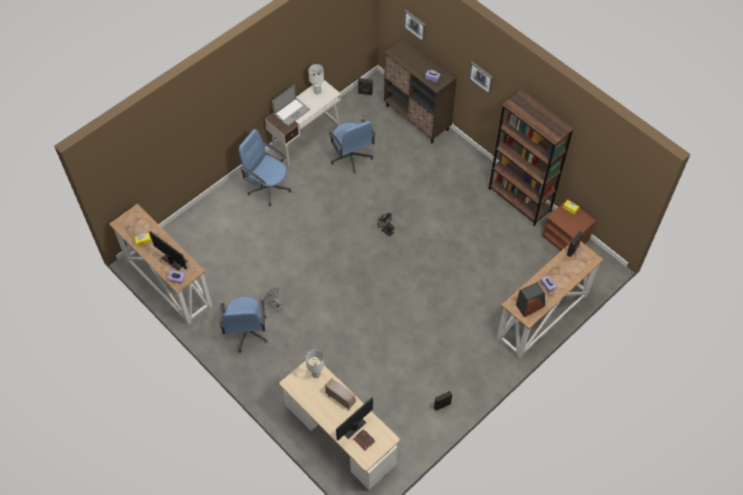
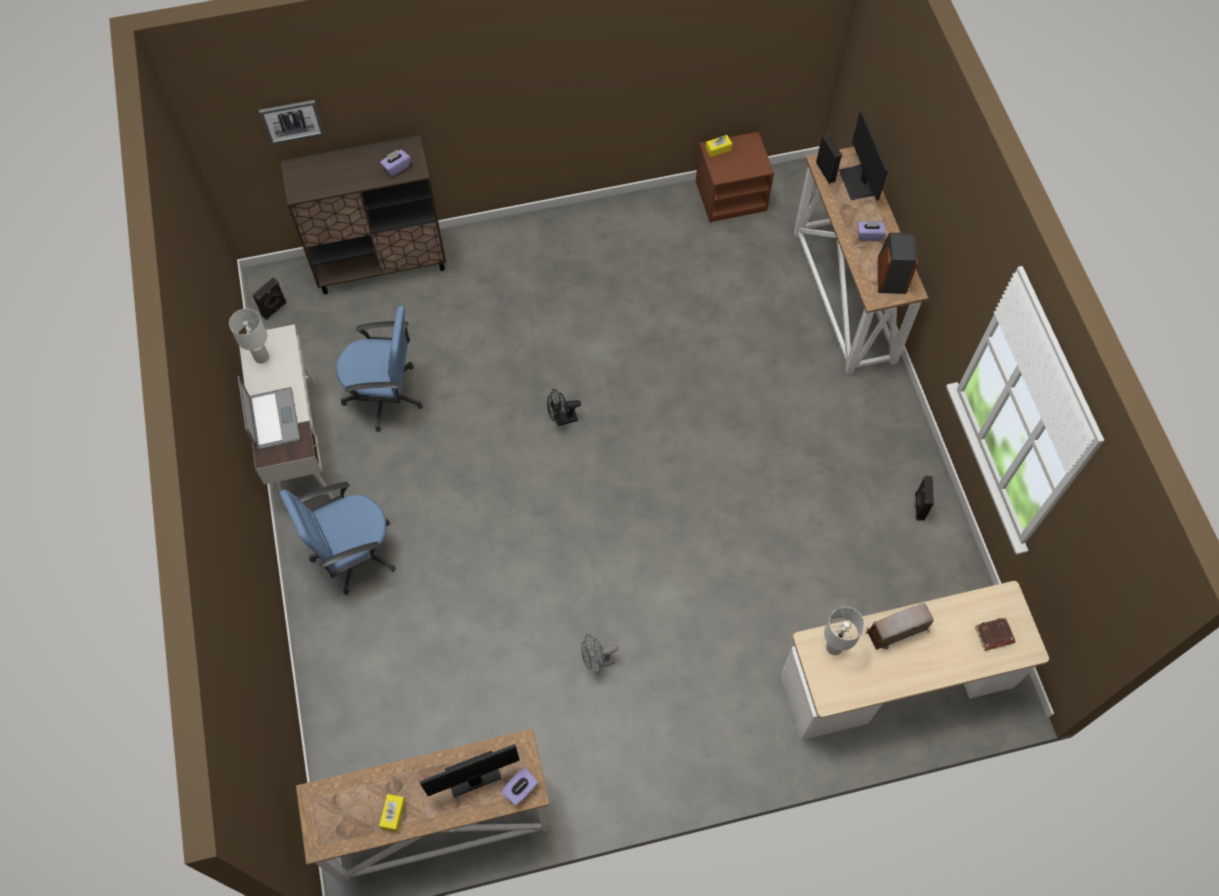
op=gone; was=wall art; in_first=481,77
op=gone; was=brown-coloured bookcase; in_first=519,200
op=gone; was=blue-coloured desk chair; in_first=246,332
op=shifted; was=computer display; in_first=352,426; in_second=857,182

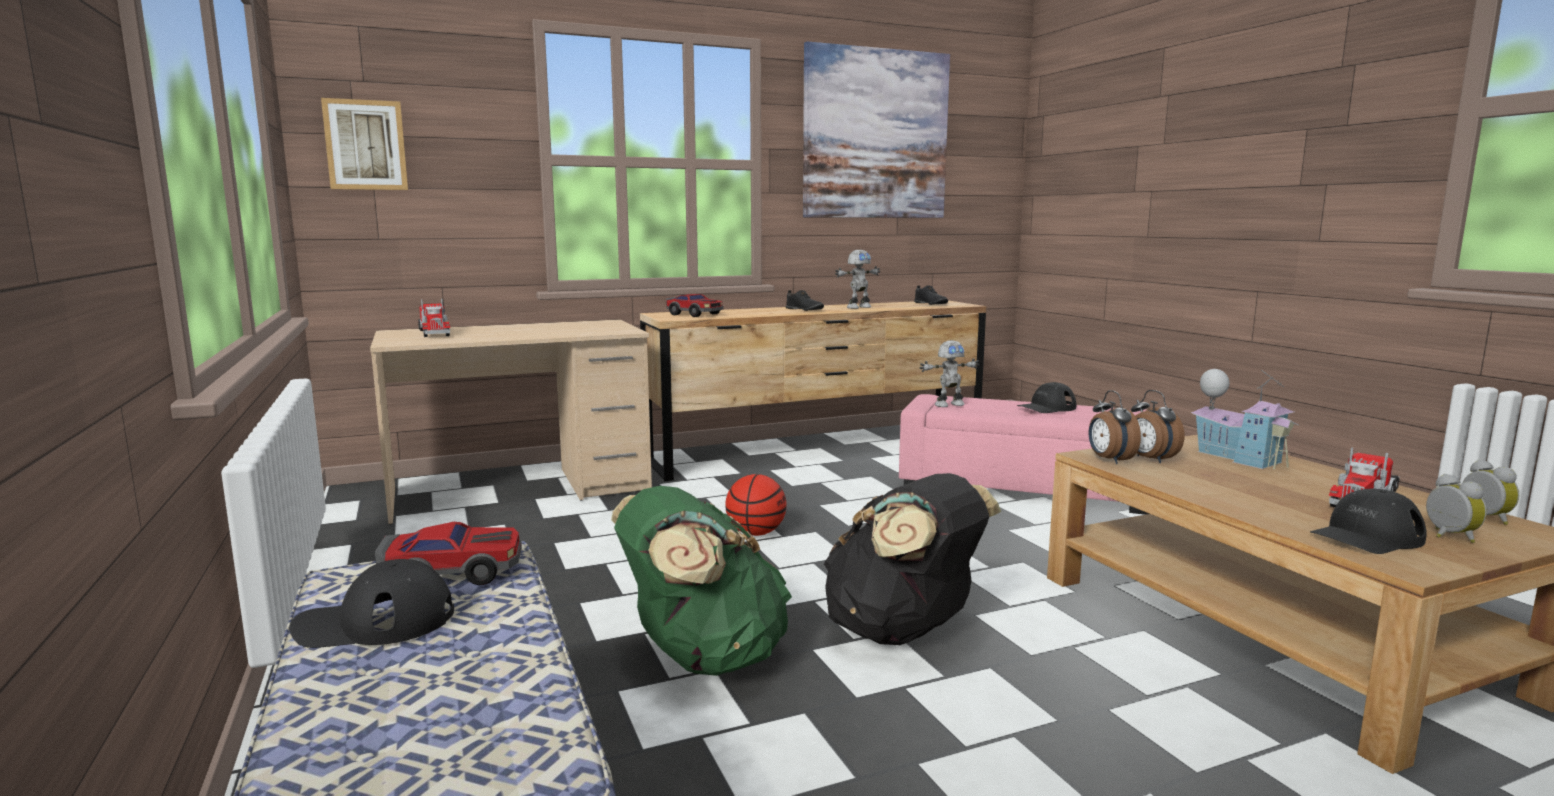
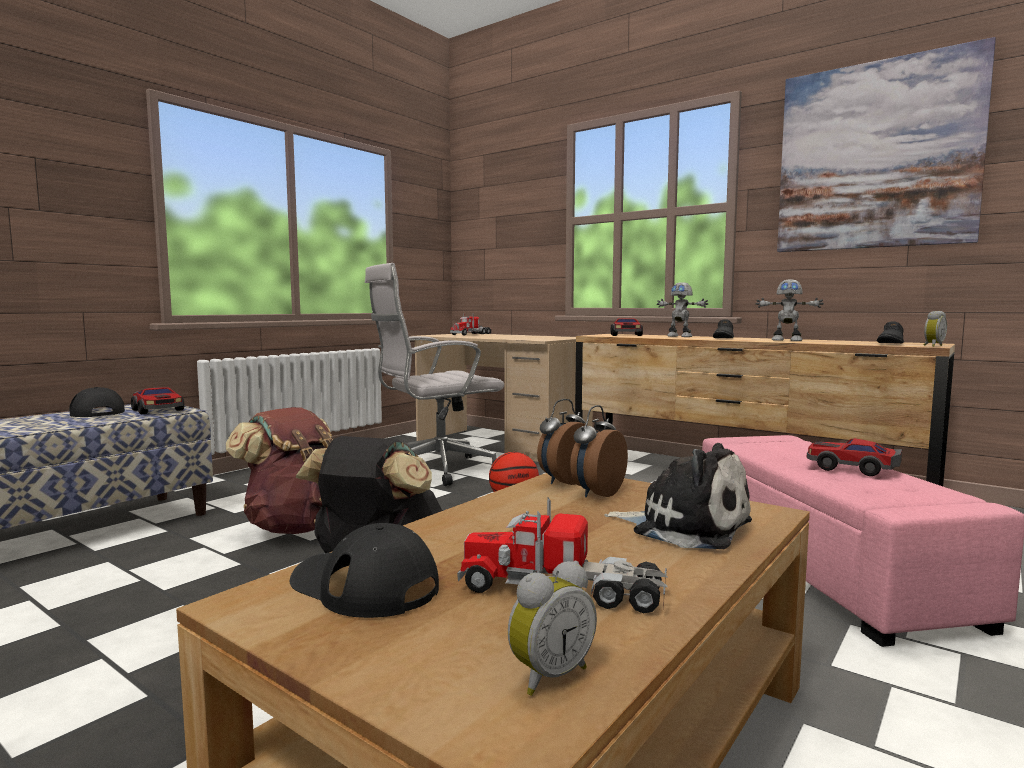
op=gone; was=wall art; in_first=366,145
op=shifted; was=toy robot; in_first=948,404; in_second=680,336
op=swapped; was=model house; now=plush toy; in_first=1240,458; in_second=685,527
op=swapped; was=black peaked cap; now=miniature car; in_first=1046,408; in_second=851,468
op=shifted; was=alarm clock; in_first=1448,536; in_second=932,346
op=repainted; was=green knapsack; now=brown-coloured knapsack; in_first=702,658; in_second=300,528
op=new; now=whitish desk chair; in_second=435,471

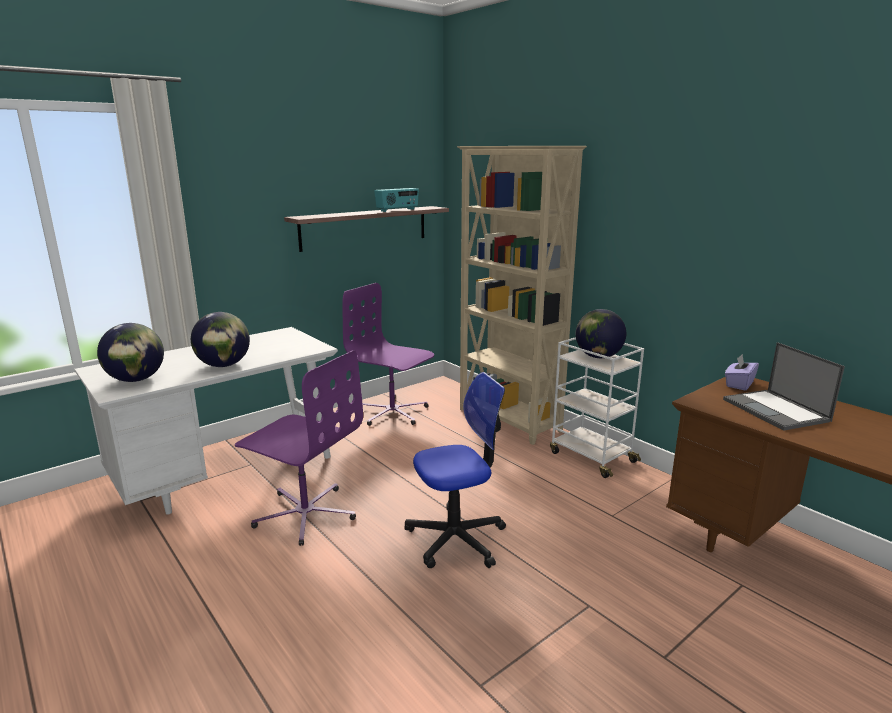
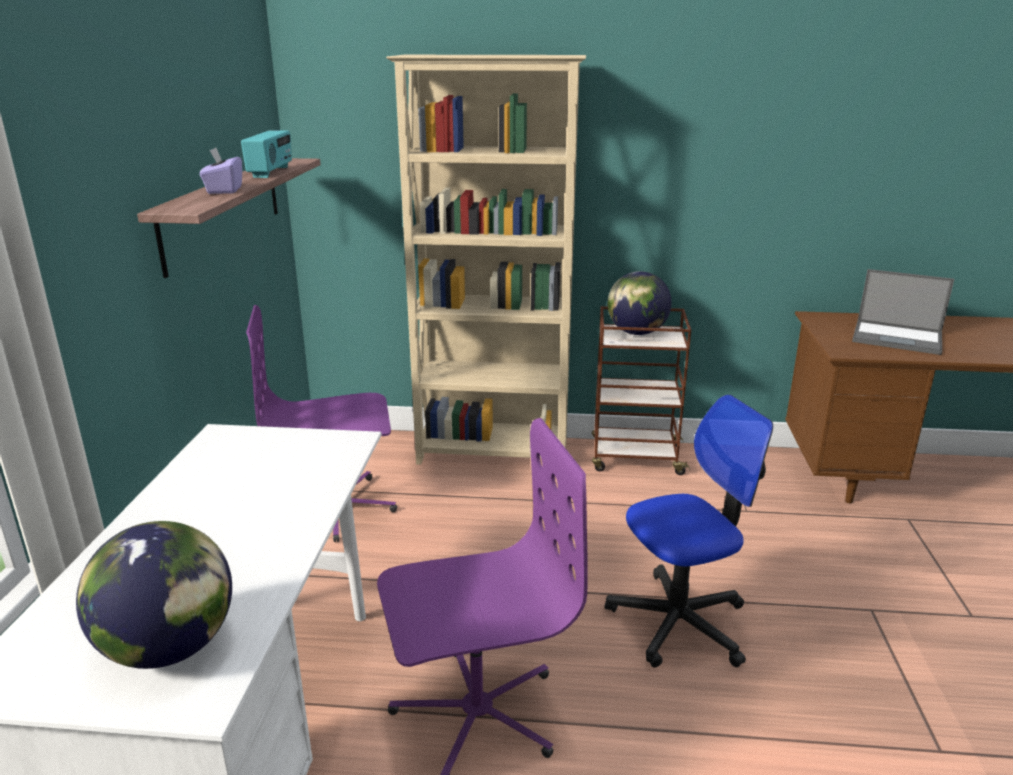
op=gone; was=globe; in_first=224,365
op=repainted; was=whitish trolley; now=brown-coloured trolley; in_first=591,456; in_second=634,458
op=shifted; was=purple-coloured box of tissues; in_first=739,384; in_second=224,190
op=rotated; was=desk chair; in_first=456,538; in_second=679,622; clockwise=45

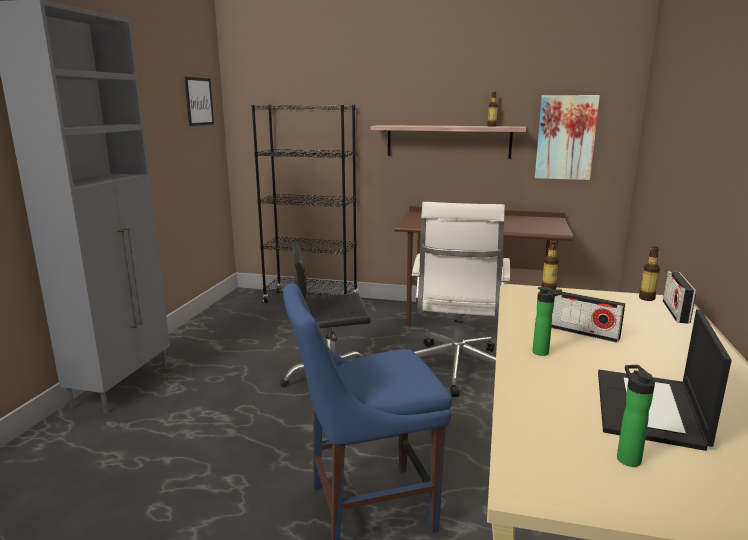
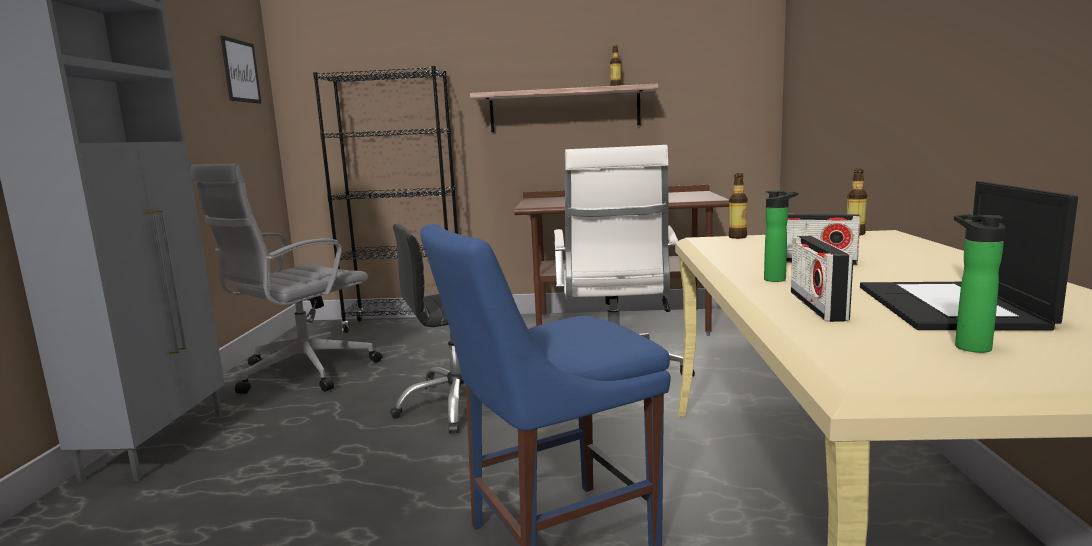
op=gone; was=wall art; in_first=565,137
op=shifted; was=radio set; in_first=675,312; in_second=817,306
op=new; now=gray desk chair; in_second=302,372

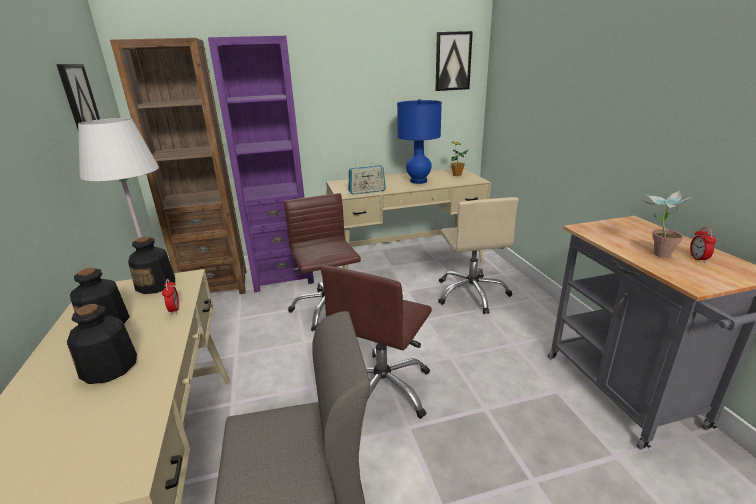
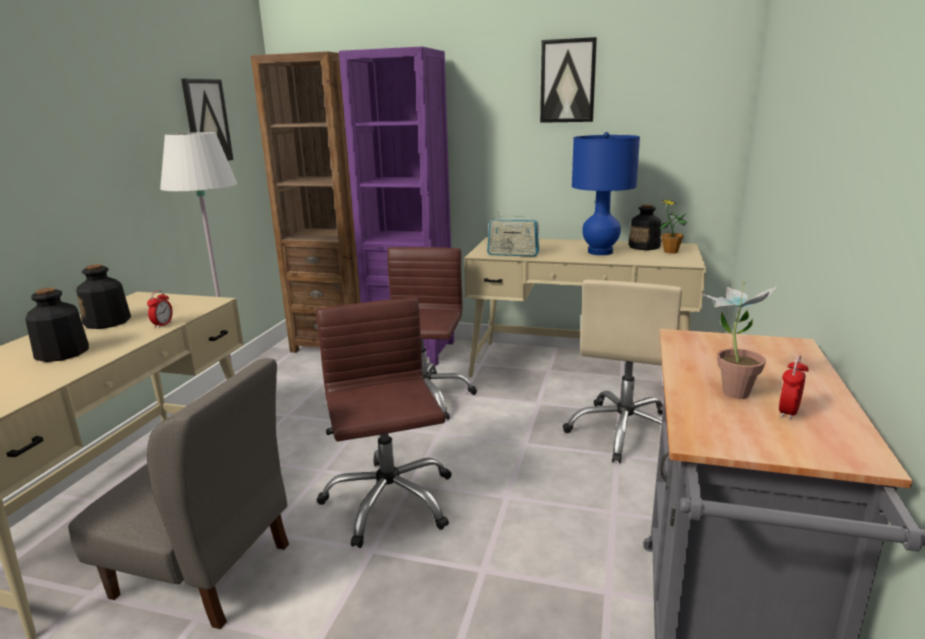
op=shifted; was=wall art; in_first=452,61; in_second=567,81
op=shifted; was=beverage bottle; in_first=156,285; in_second=644,247
op=rotated; was=brown-coloured desk chair; in_first=383,389; in_second=388,501; clockwise=105

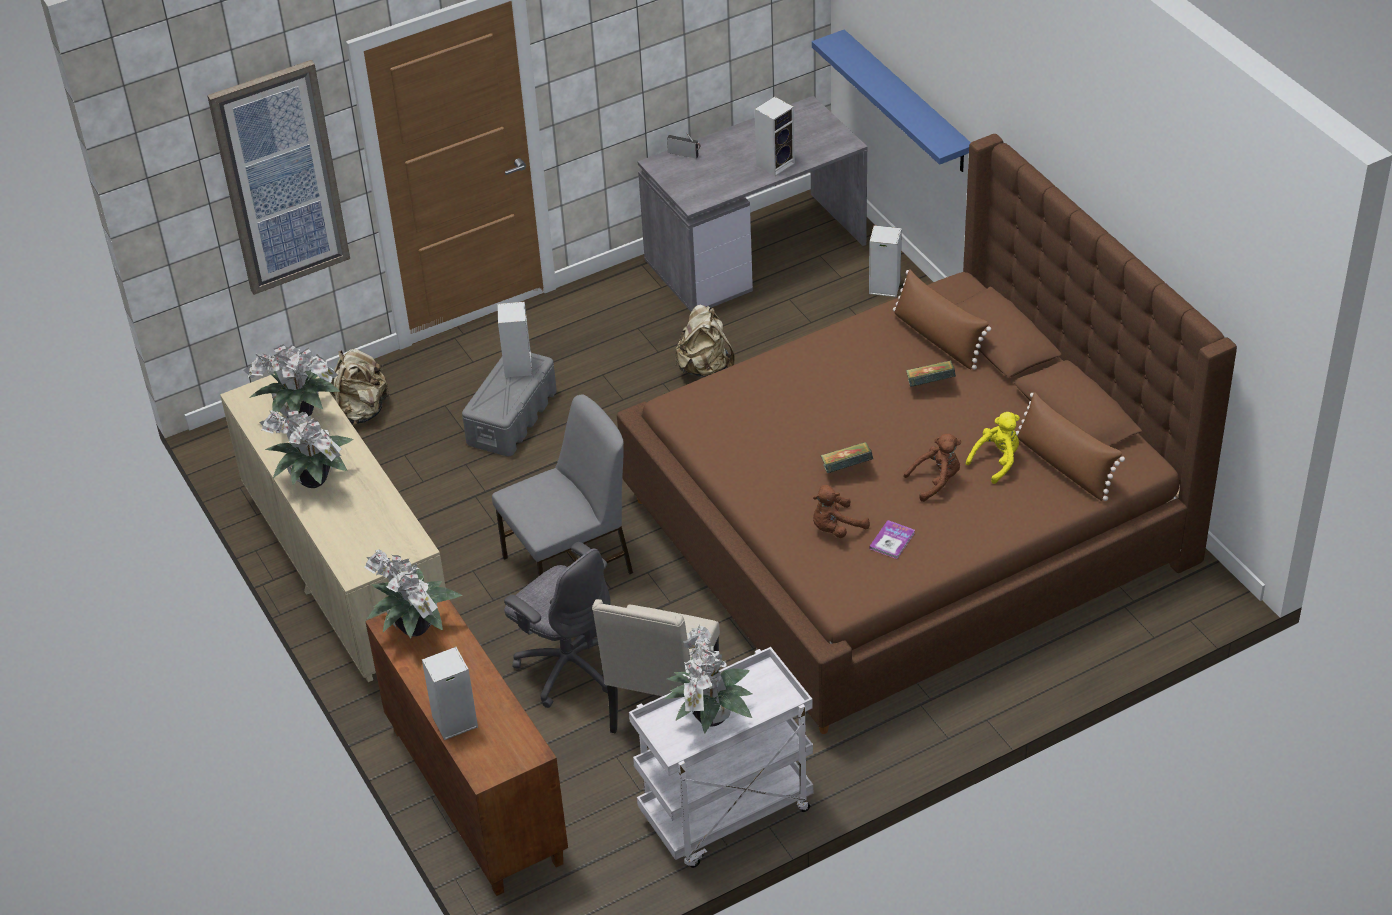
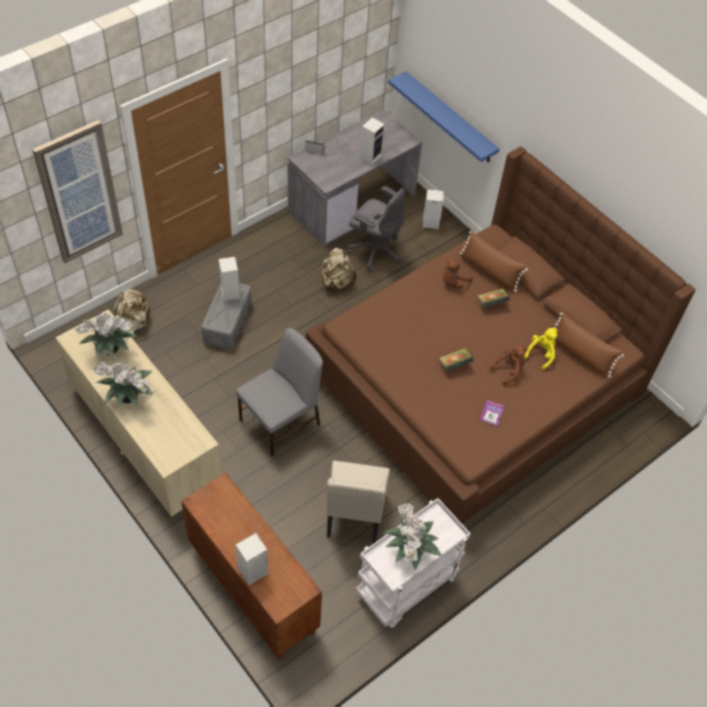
op=shifted; was=brown-coloured plush toy; in_first=836,528; in_second=453,282
op=shifted; was=gray desk chair; in_first=568,666; in_second=375,250
op=gone; was=potted plant; in_first=416,631

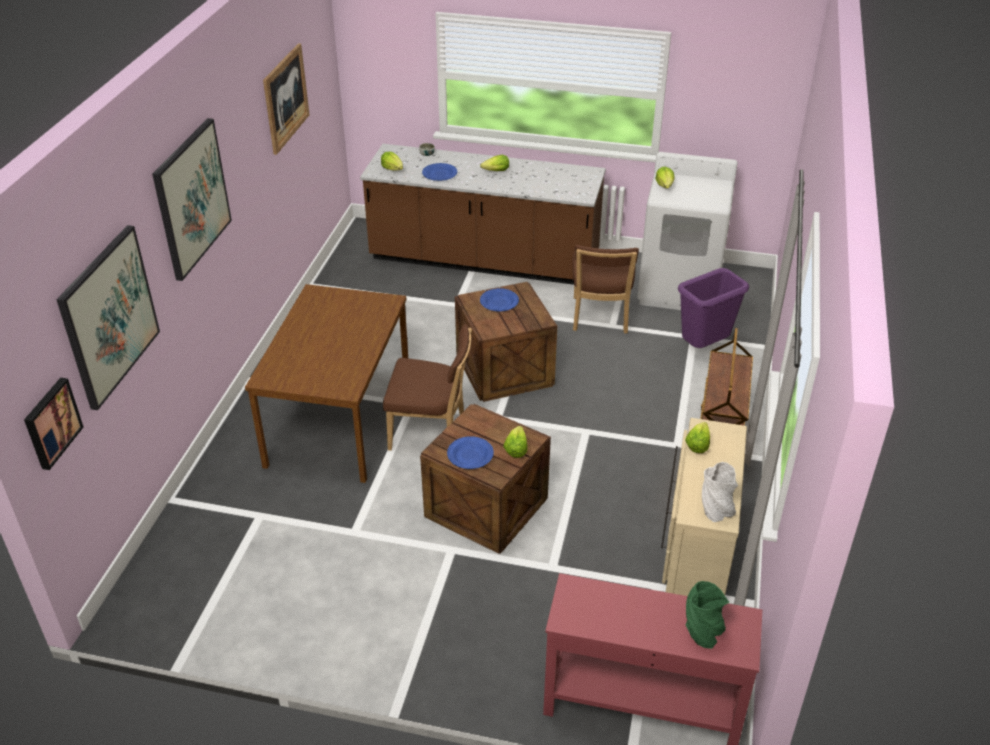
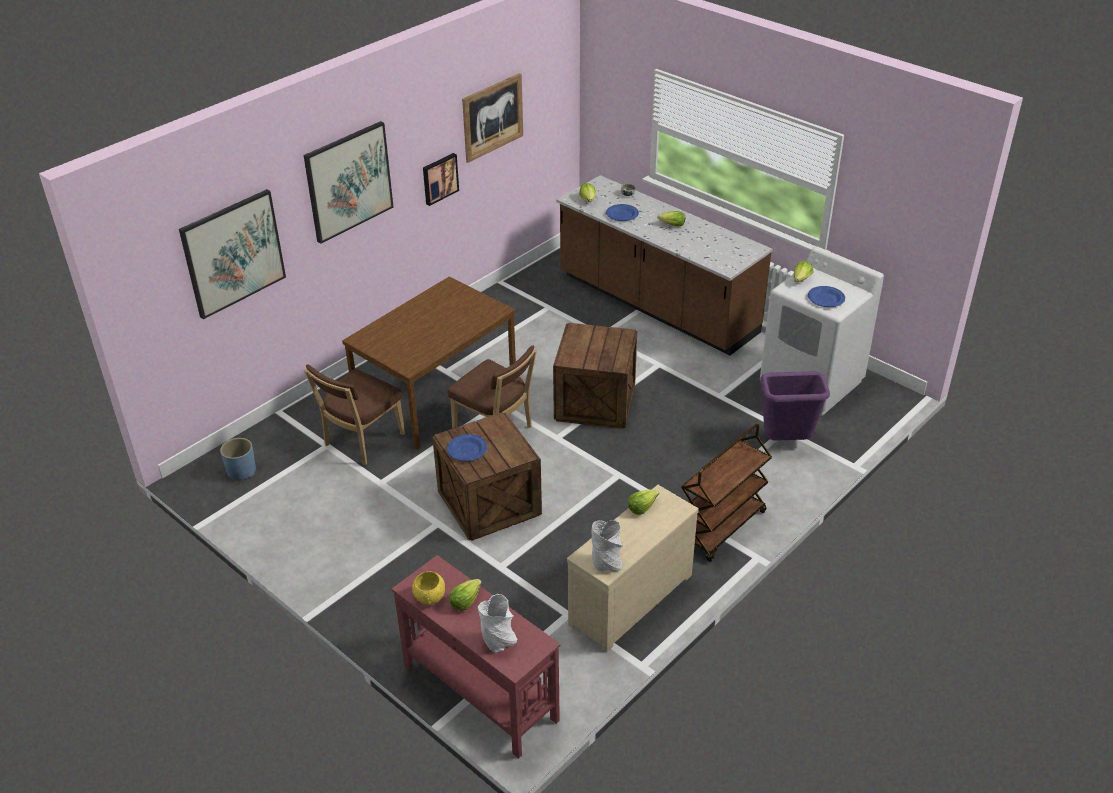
op=shifted; was=brown-coloured plain chair; in_first=600,318; in_second=361,441
op=shifted; was=blue-coloured plate; in_first=499,302; in_second=825,299
op=shifted; was=wall art; in_first=51,423; in_second=439,178
op=shifted; was=lettuce; in_first=516,449; in_second=465,600
op=repainted; was=green flower vase; now=whitish flower vase; in_first=702,634; in_second=498,640
op=new; now=blue-coloured flower pot; in_second=241,471
op=new; now=yellowish deep dish; in_second=429,596

